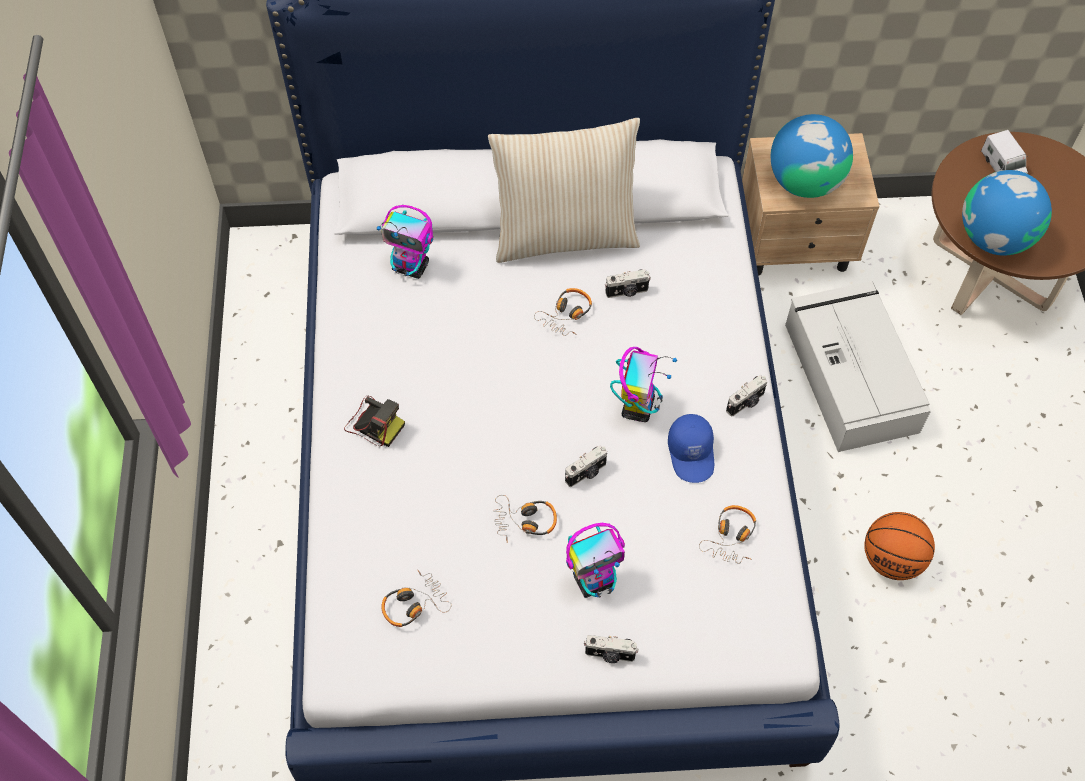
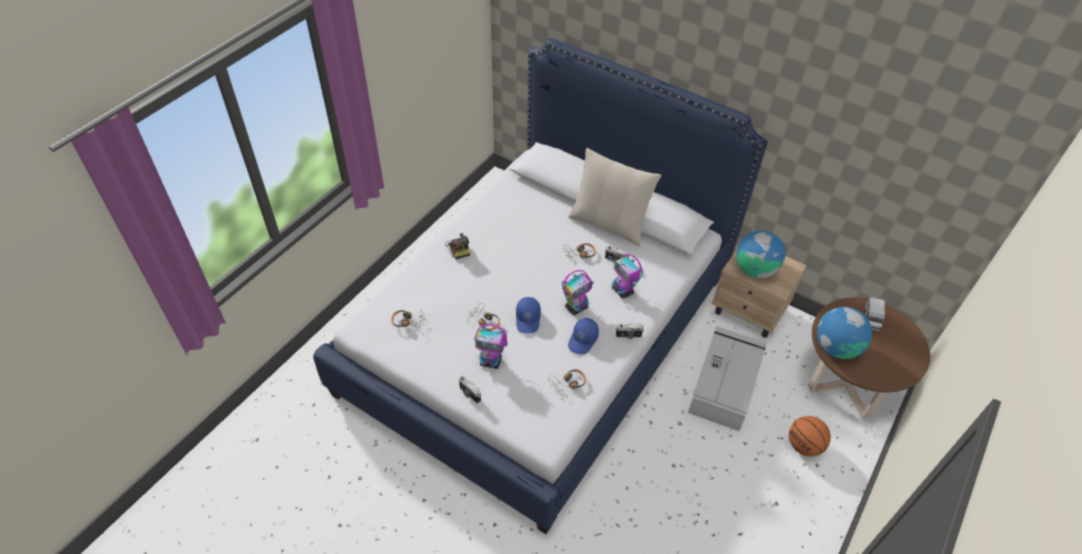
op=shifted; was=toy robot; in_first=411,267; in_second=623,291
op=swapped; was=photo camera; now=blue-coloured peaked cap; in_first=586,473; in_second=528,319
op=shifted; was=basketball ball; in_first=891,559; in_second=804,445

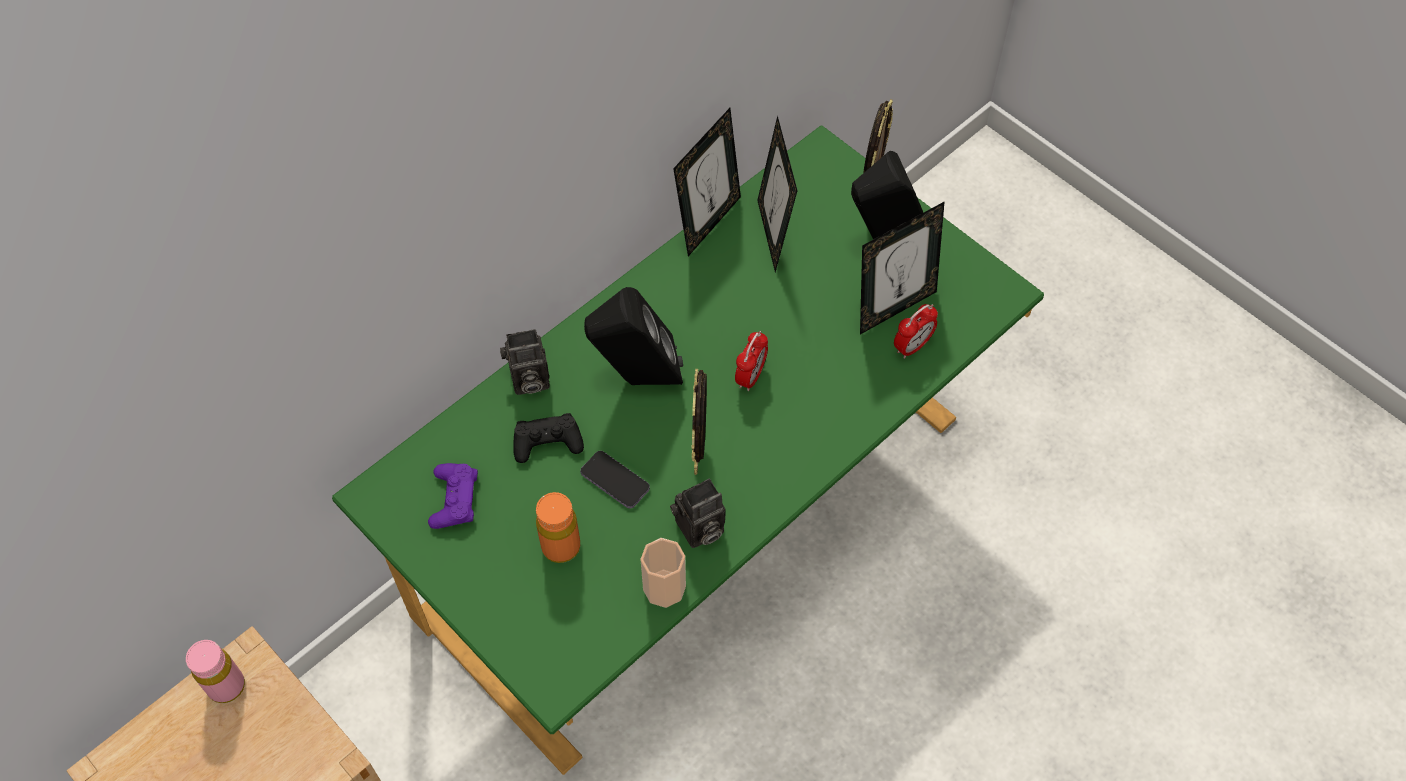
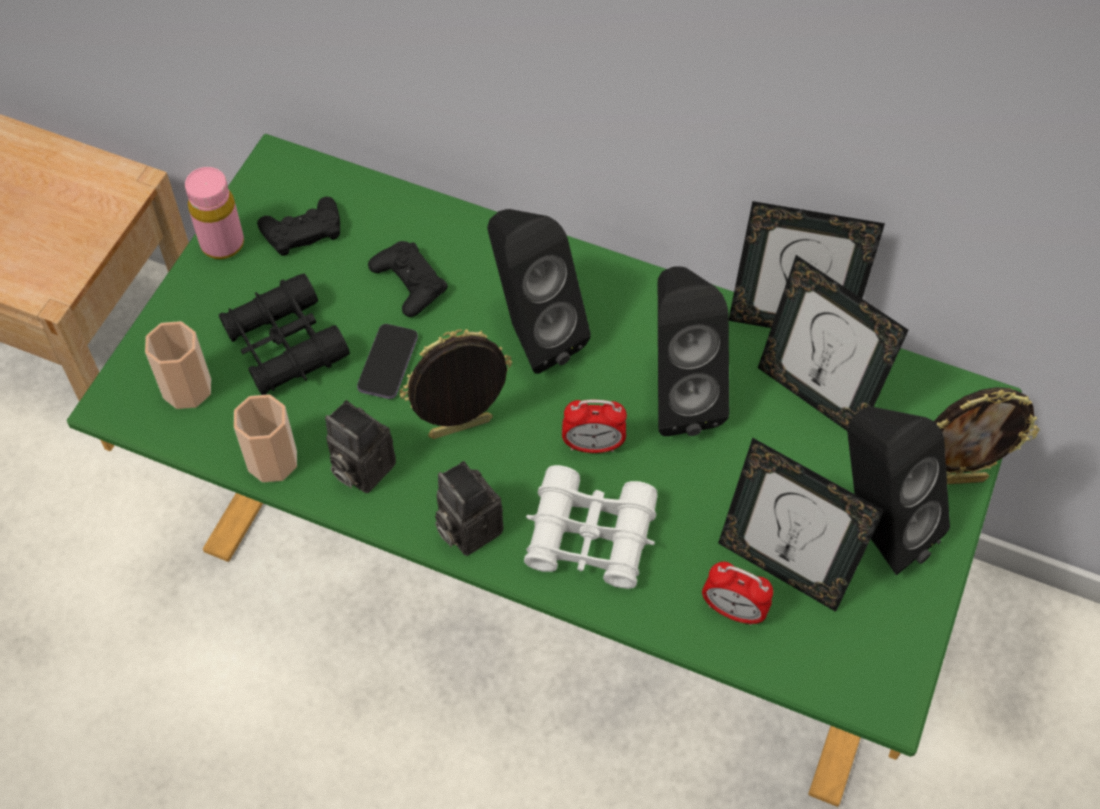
op=rotated; was=picture frame; in_first=773,234; in_second=813,396; clockwise=-105
op=shifted; was=photo camera; in_first=528,381; in_second=465,527
op=repainted; was=purple-coloured joypad; now=black joypad; in_first=454,499; in_second=302,231
op=swapped; was=orange-coloured beverage bottle; now=black field glasses; in_first=561,546; in_second=285,345
op=shifted; was=pink beverage bottle; in_first=226,686; in_second=222,244
op=new; now=black audio speaker; in_second=676,395
op=new; now=small cup; in_second=187,388
op=new; now=whitish field glasses; in_second=590,536

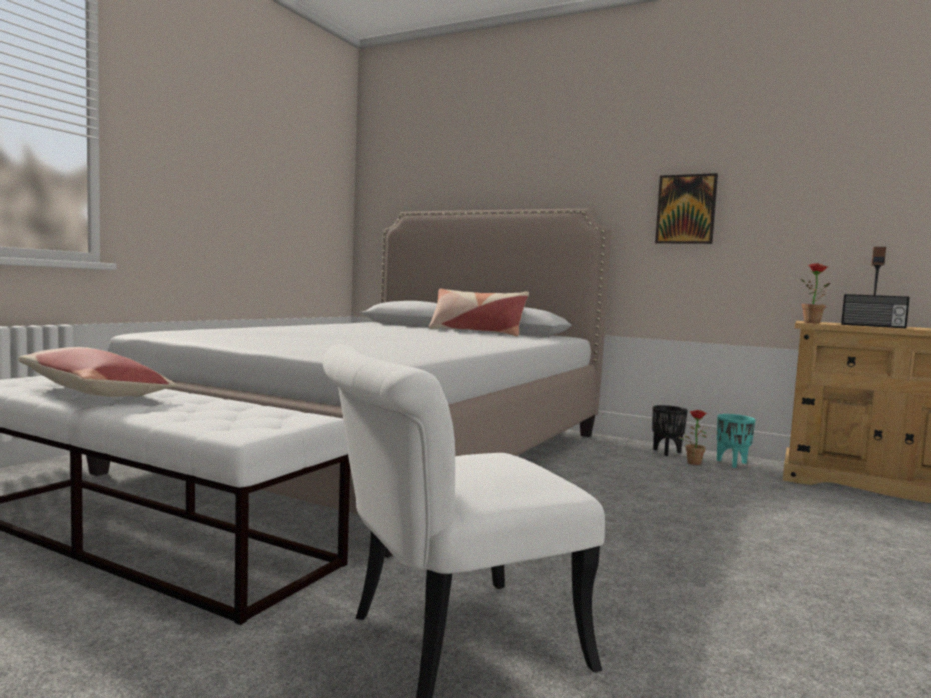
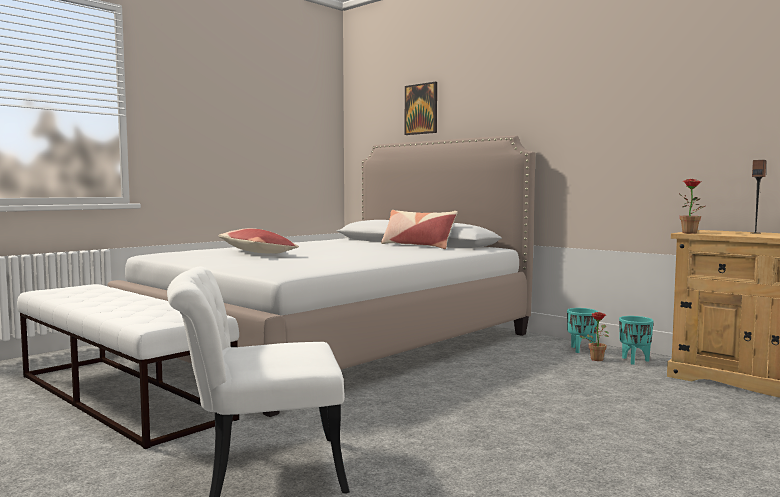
op=shifted; was=wall art; in_first=686,209; in_second=421,109
op=gone; was=radio set; in_first=872,326
op=shifted; was=pillow; in_first=93,392; in_second=256,252
op=repainted; was=black flower pot; now=turquoise flower pot; in_first=667,452; in_second=581,350

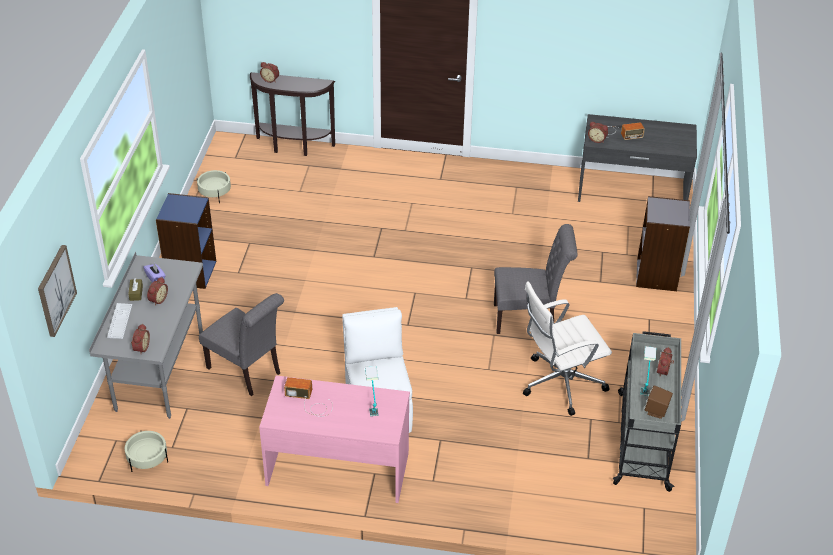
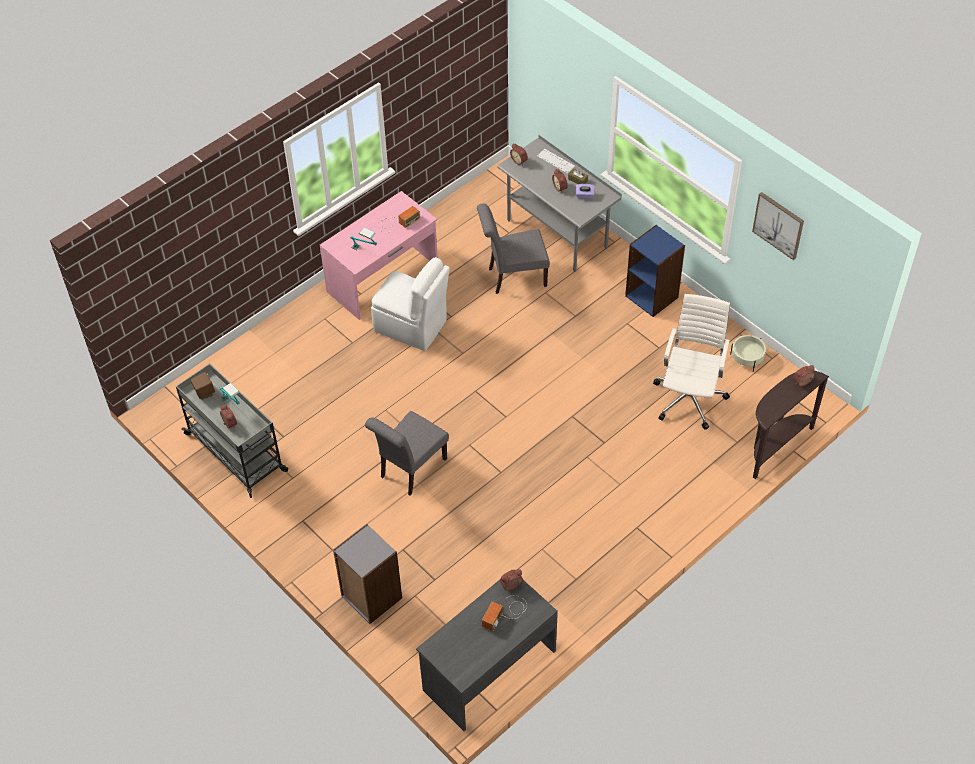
op=shifted; was=wall art; in_first=55,290; in_second=778,225
op=shifted; was=whitish desk chair; in_first=560,383; in_second=690,397
op=gone; was=sand-coloured flower pot; in_first=147,459

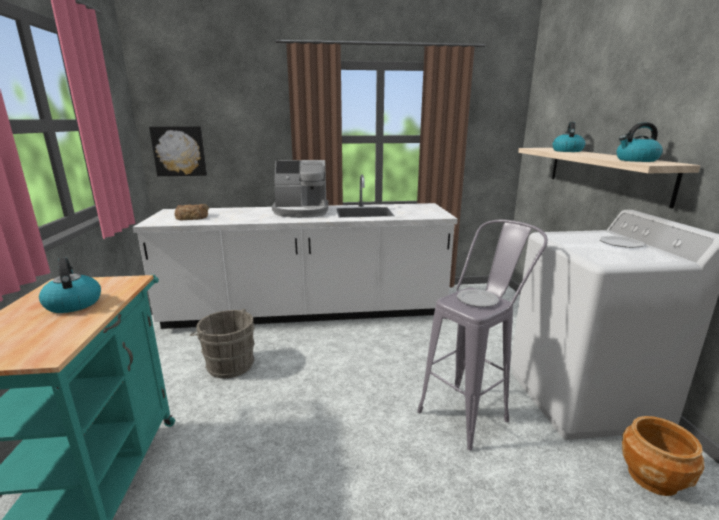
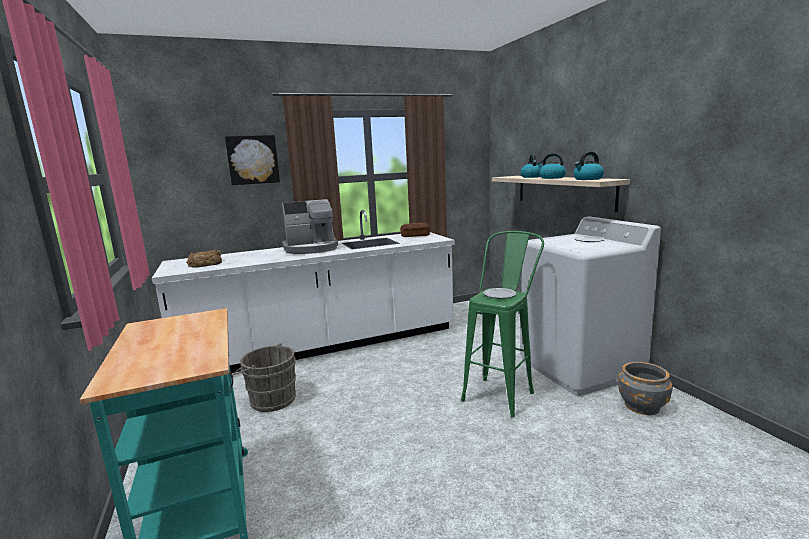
op=shifted; was=wall art; in_first=179,151; in_second=252,160
op=repainted; was=gray stool seat; now=green stool seat; in_first=471,410; in_second=502,392
op=shifted; was=tea kettle; in_first=73,304; in_second=551,178
op=repainted; was=brown-coloured flower pot; now=gray flower pot; in_first=653,477; in_second=642,406
op=new; now=baked bread; in_second=415,236

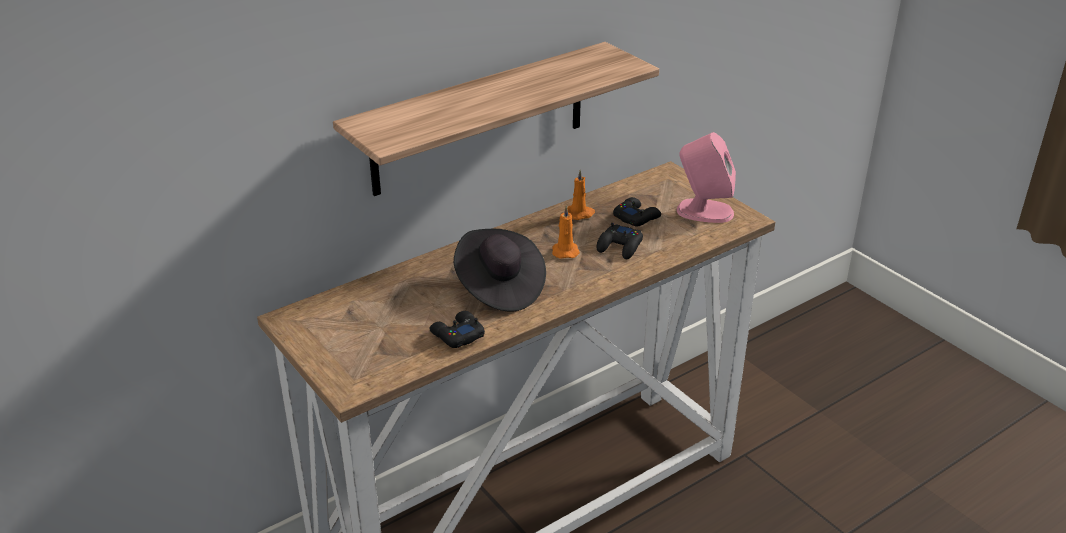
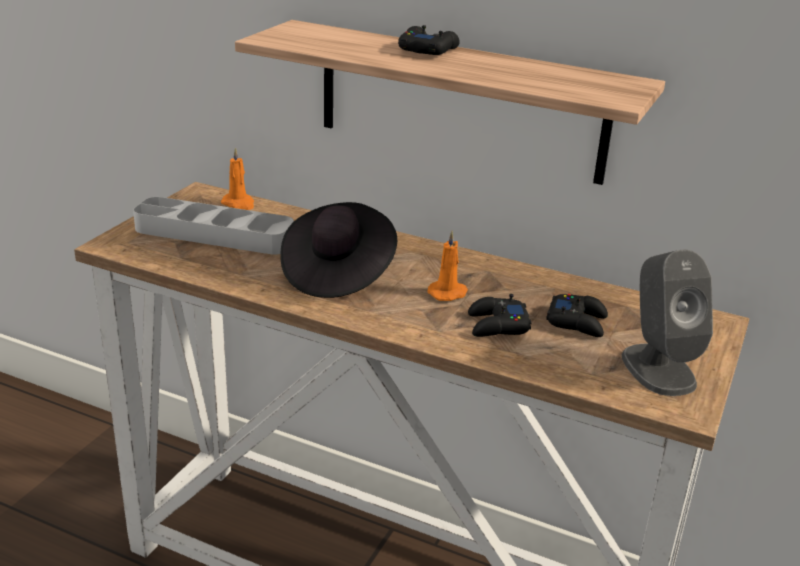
op=repainted; was=pink audio speaker; now=gray audio speaker; in_first=704,211; in_second=657,369
op=shifted; was=orange-coloured candle; in_first=580,214; in_second=239,204
op=shifted; was=black joypad; in_first=457,335; in_second=427,50
op=new; now=gray carrying tray; in_second=214,234

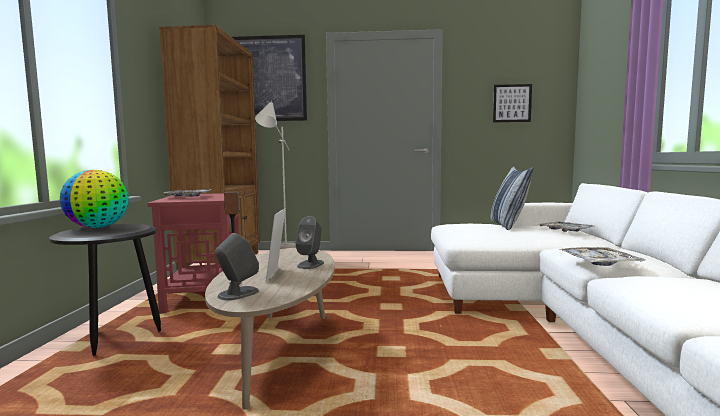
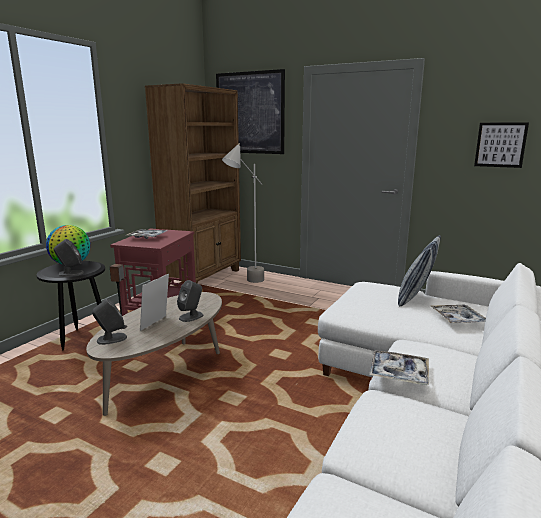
op=new; now=gray audio speaker; in_second=70,273

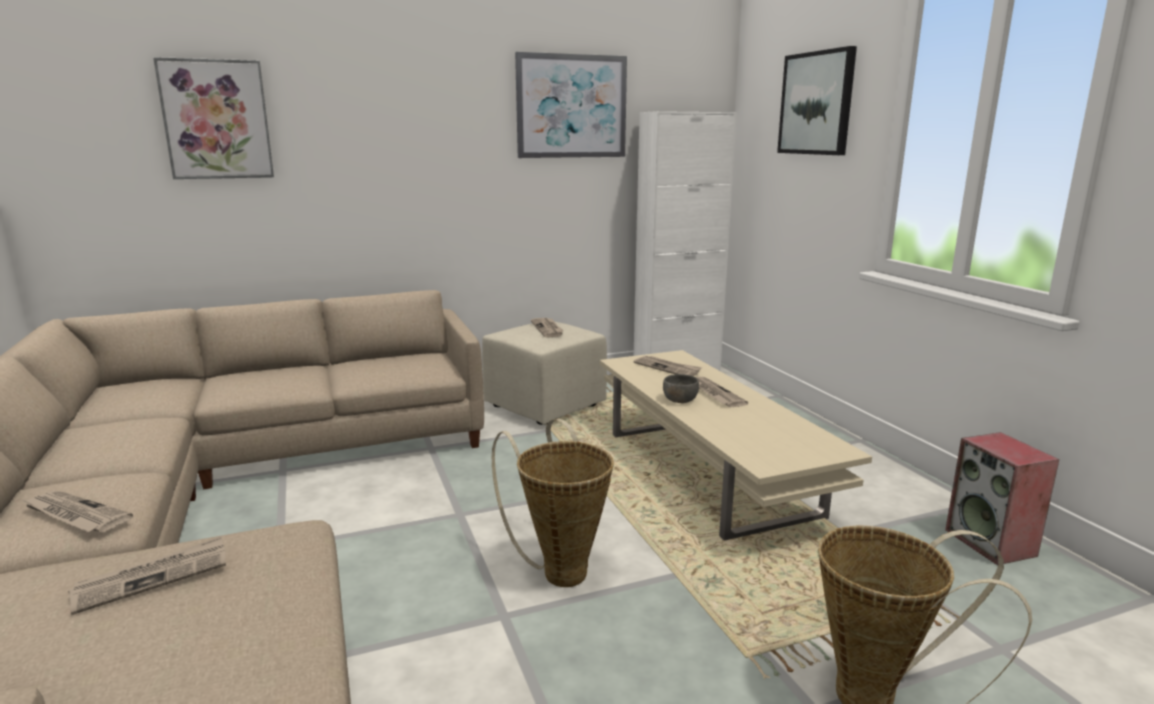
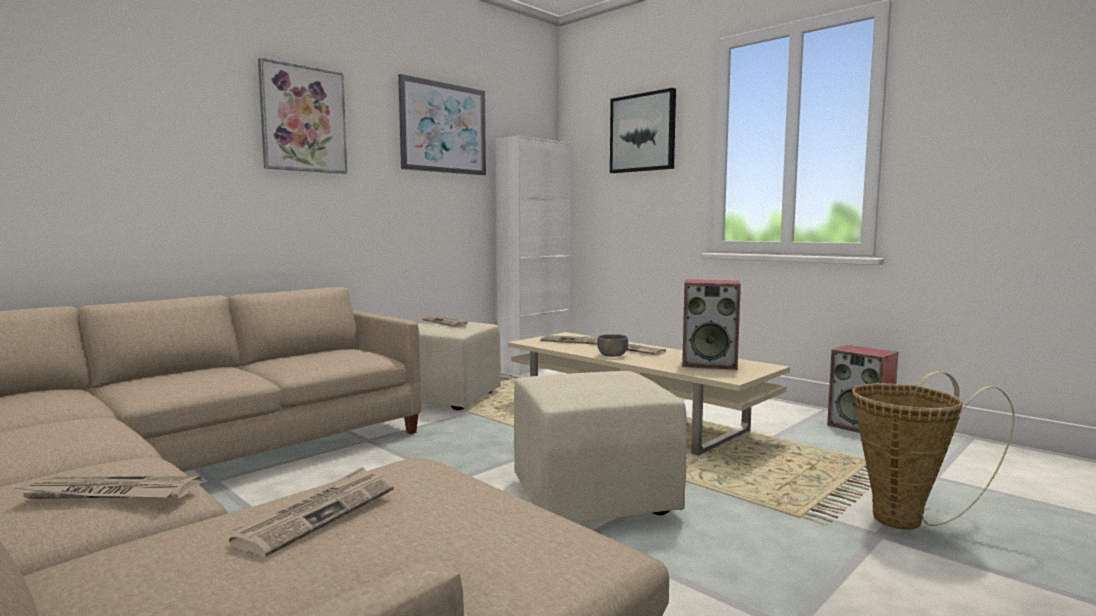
op=shifted; was=wall art; in_first=216,120; in_second=303,119
op=swapped; was=basket; now=sand-coloured ottoman; in_first=560,569; in_second=595,497
op=new; now=audio speaker; in_second=710,363

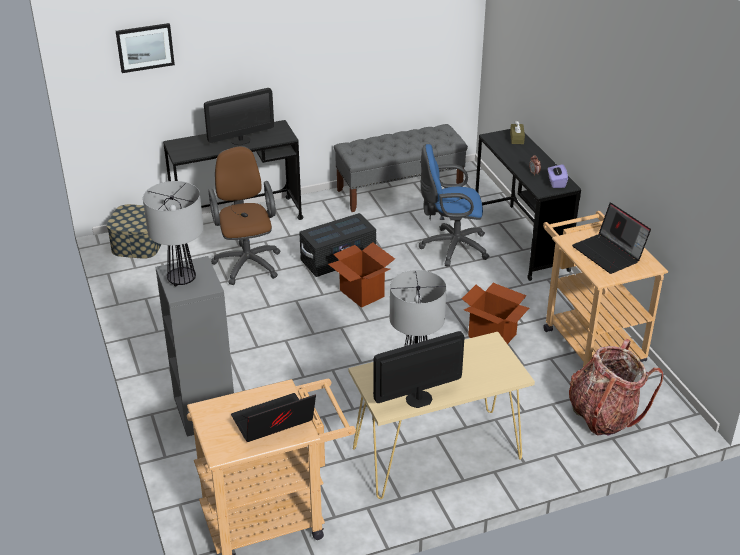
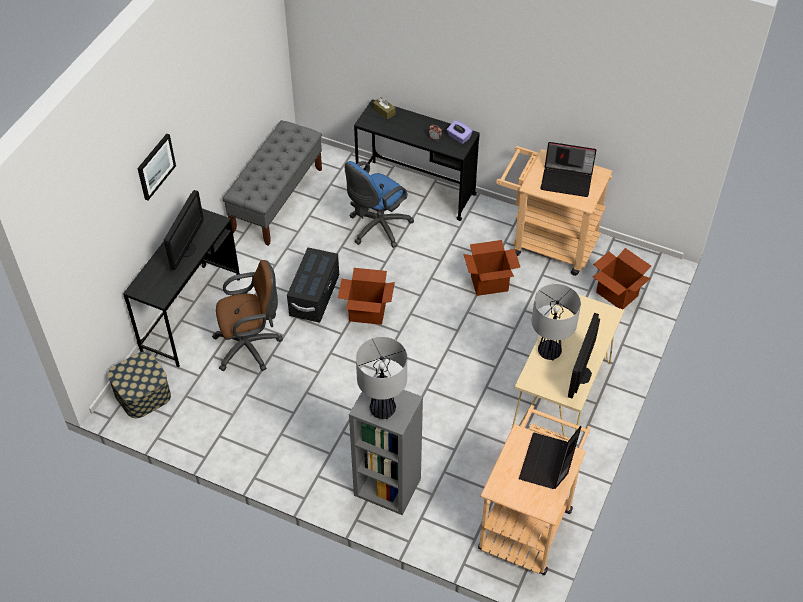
op=shifted; was=wall art; in_first=145,47; in_second=155,166
op=rotated; was=brown-coloured desk chair; in_first=247,262; in_second=251,346; clockwise=135
op=swapped; was=knapsack; now=packing box; in_first=604,415; in_second=616,294

